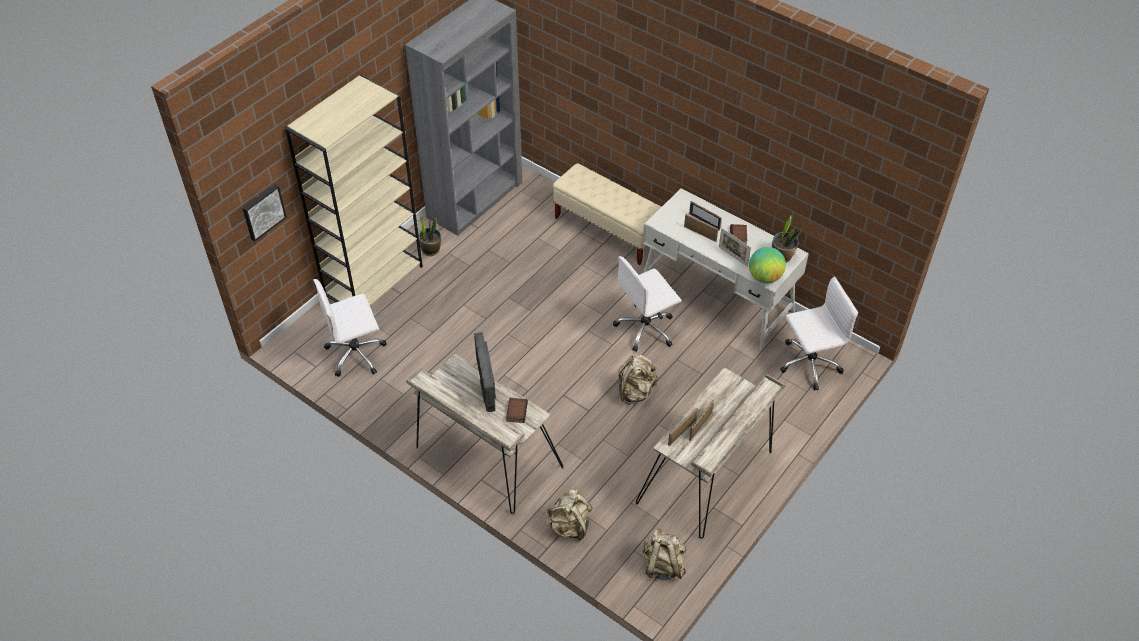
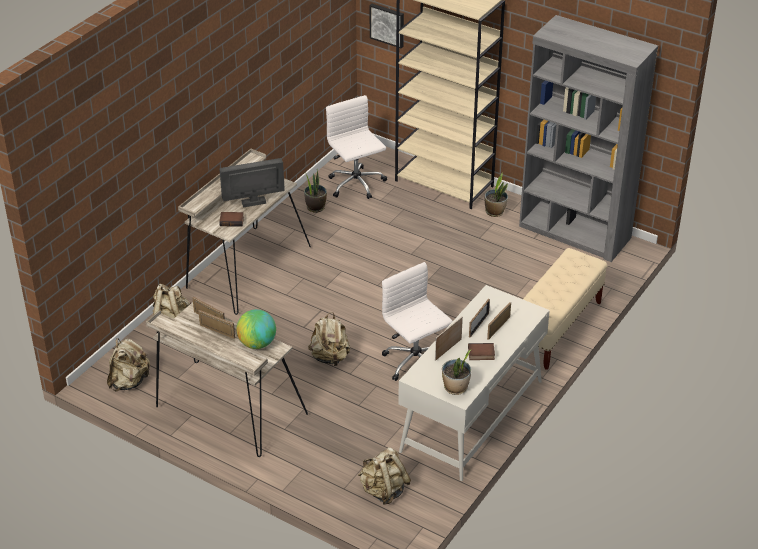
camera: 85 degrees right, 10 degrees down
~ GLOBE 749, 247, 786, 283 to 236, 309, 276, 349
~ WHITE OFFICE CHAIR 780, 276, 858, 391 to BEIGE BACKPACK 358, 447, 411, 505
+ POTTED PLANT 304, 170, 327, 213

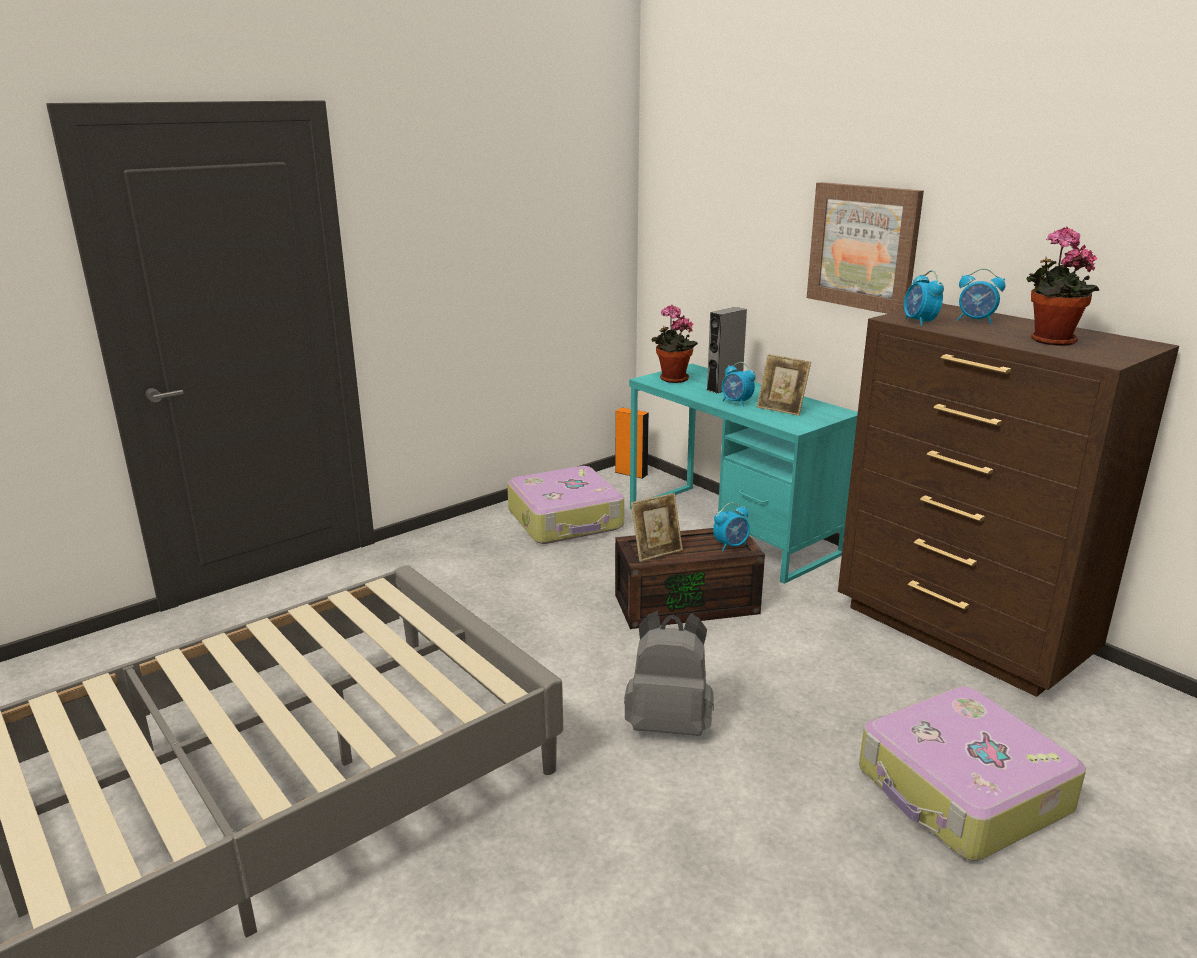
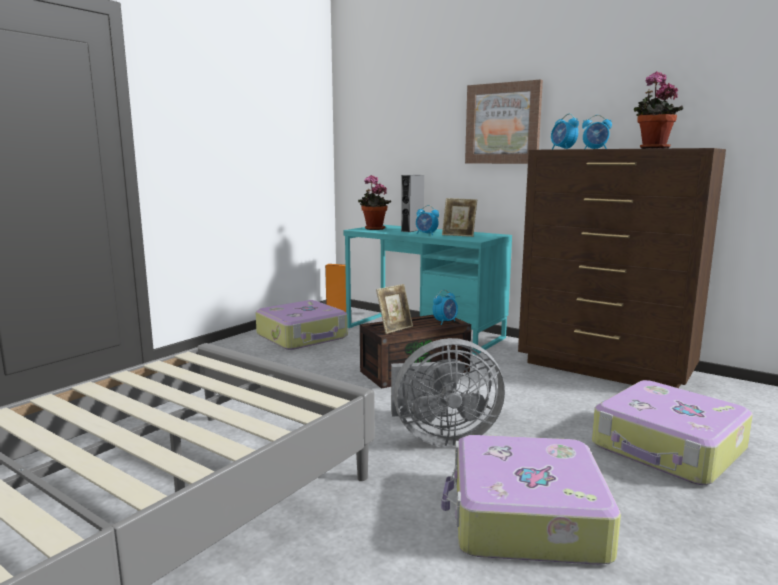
camera: 15 degrees left, 10 degrees down
~ GREY BACKPACK 624, 611, 714, 736 to GREY FAN 391, 338, 505, 447
+ SUITCASE 441, 435, 621, 565

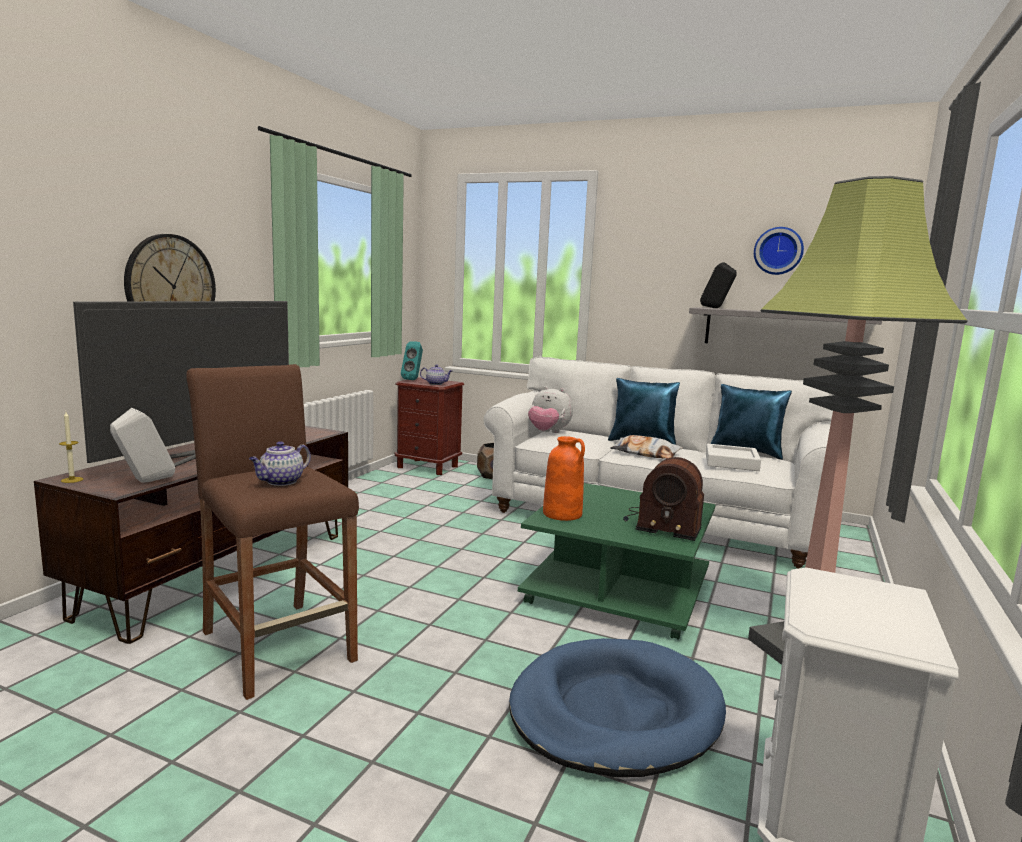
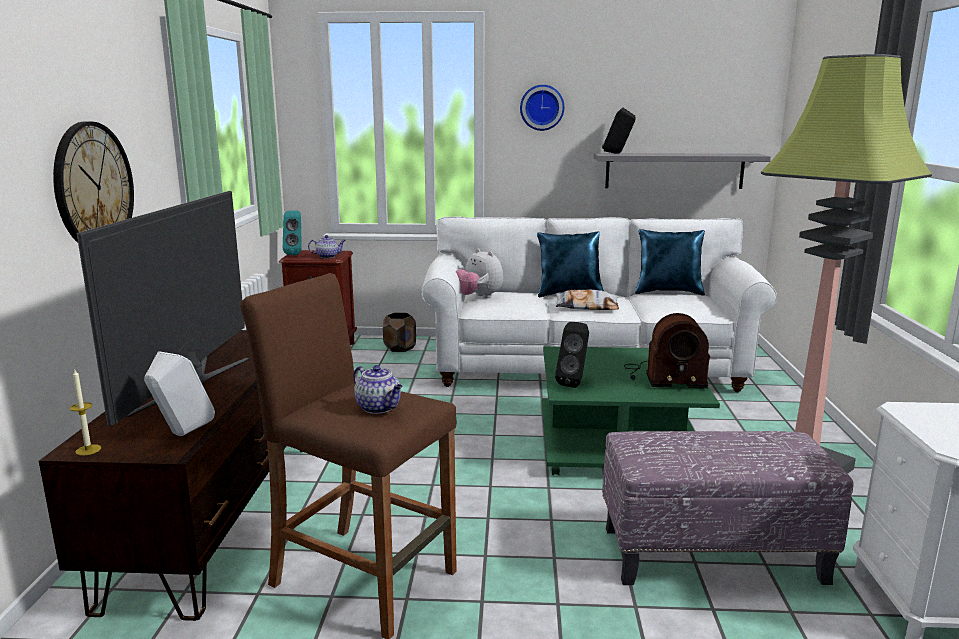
camera: 20 degrees left, 5 degrees up
~ TEAPOT 249, 441, 311, 486 = 353, 365, 403, 414 60 degrees counterclockwise
~ BLUE DOG BED 509, 638, 726, 777 to OTTOMAN 602, 431, 854, 585
~ PLUSH TOY 528, 386, 573, 433 = 456, 249, 503, 298 45 degrees clockwise
~ ORANGE VASE 543, 436, 585, 521 to BLACK SPEAKER 555, 322, 589, 388
- WHITE TRAY 706, 444, 761, 471
~ WALL CLOCK 754, 227, 804, 275 to 520, 85, 564, 131

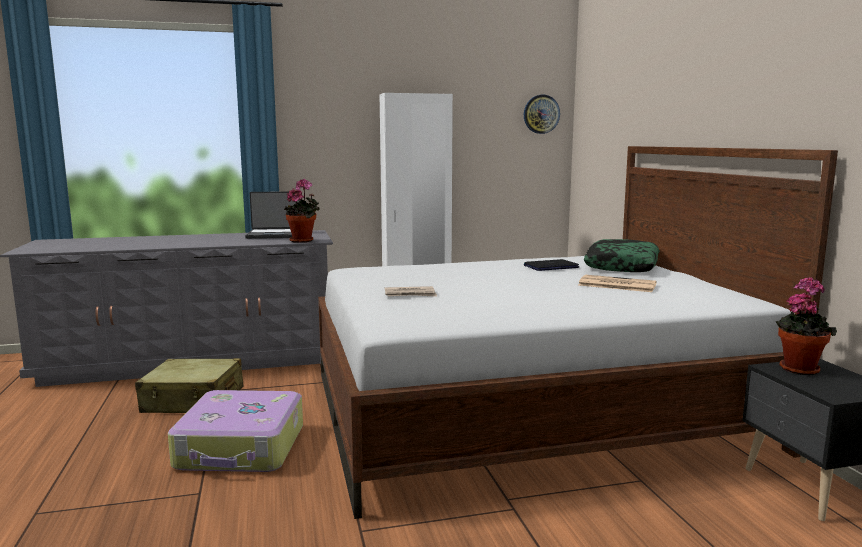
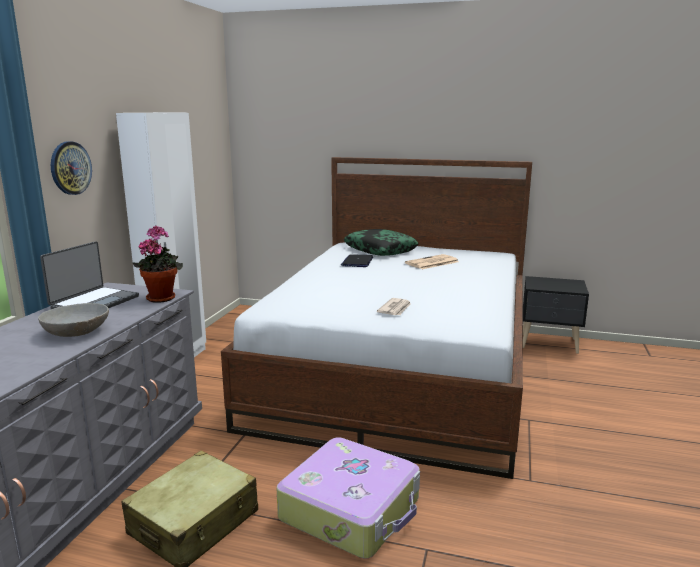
camera: 60 degrees left, 5 degrees up
~ WALL CLOCK 524, 95, 560, 134 to 51, 141, 92, 195
- POTTED PLANT 775, 277, 837, 375
+ GREY BOWL 38, 303, 109, 337

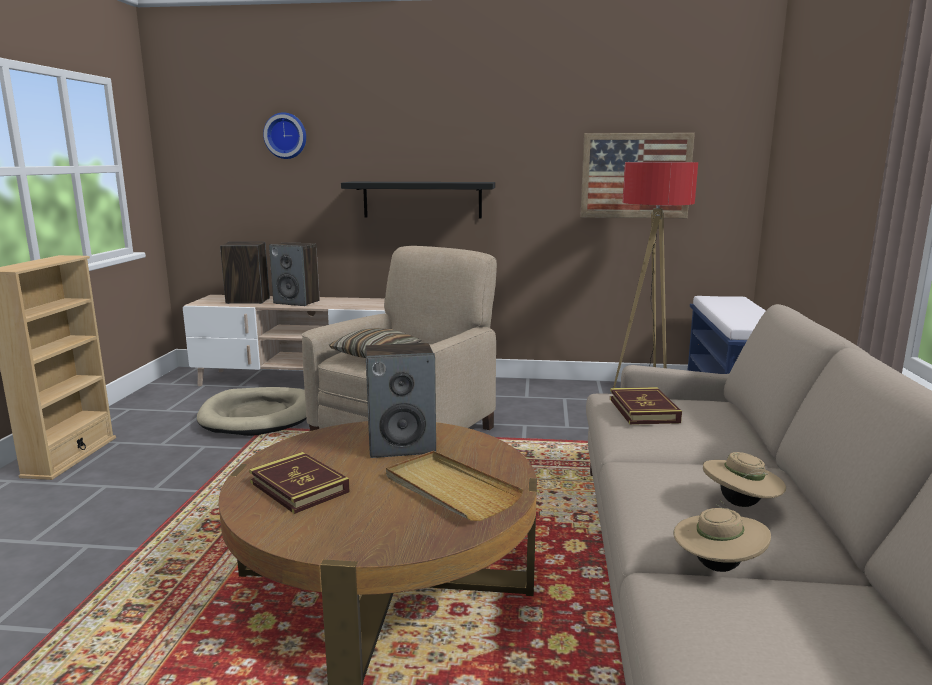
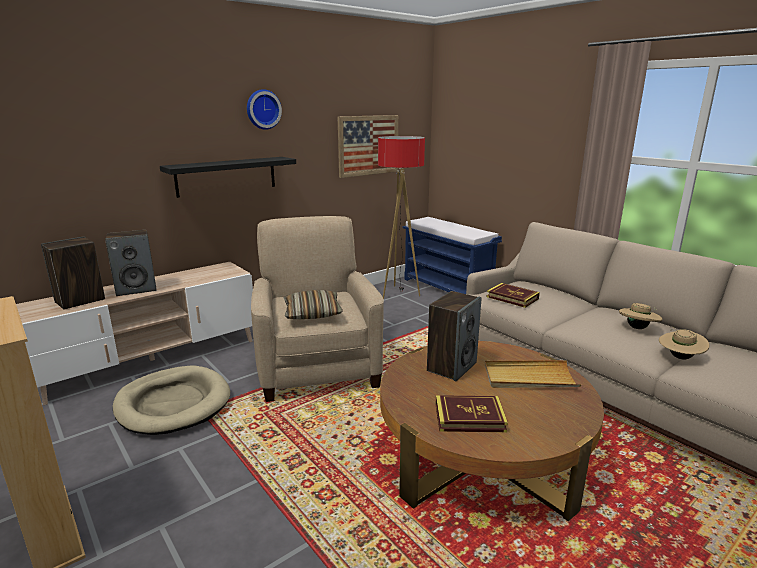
camera: 45 degrees left, 5 degrees up
~ WALL CLOCK 263, 112, 306, 159 to 247, 89, 282, 130

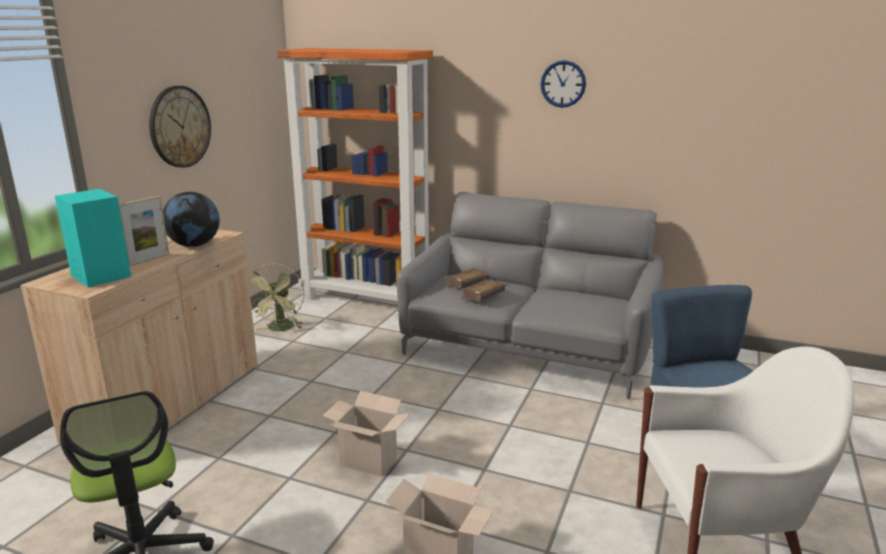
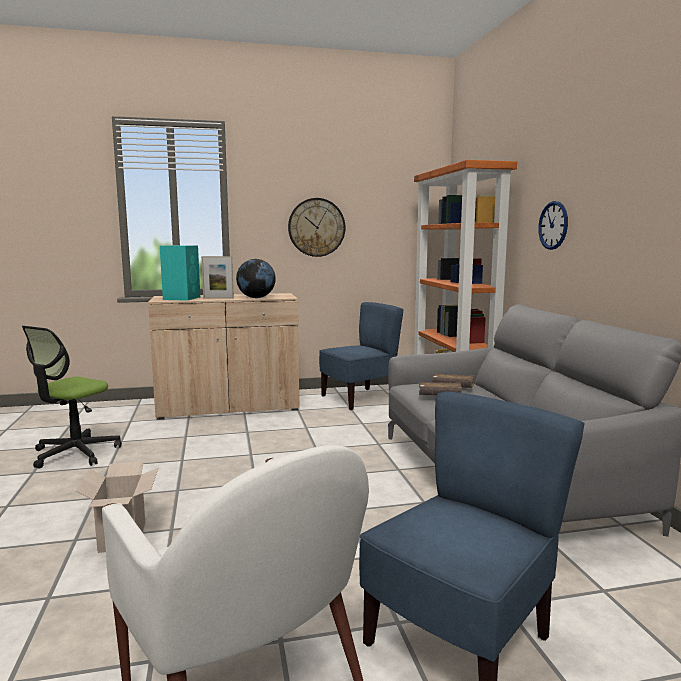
camera: 55 degrees right, 10 degrees down
~ GREEN FAN 249, 263, 304, 331 to BLUE CHAIR 319, 302, 403, 410
- CARDBOARD BOX 323, 391, 410, 477
~ WALL CLOCK 540, 60, 586, 108 to 538, 201, 568, 250

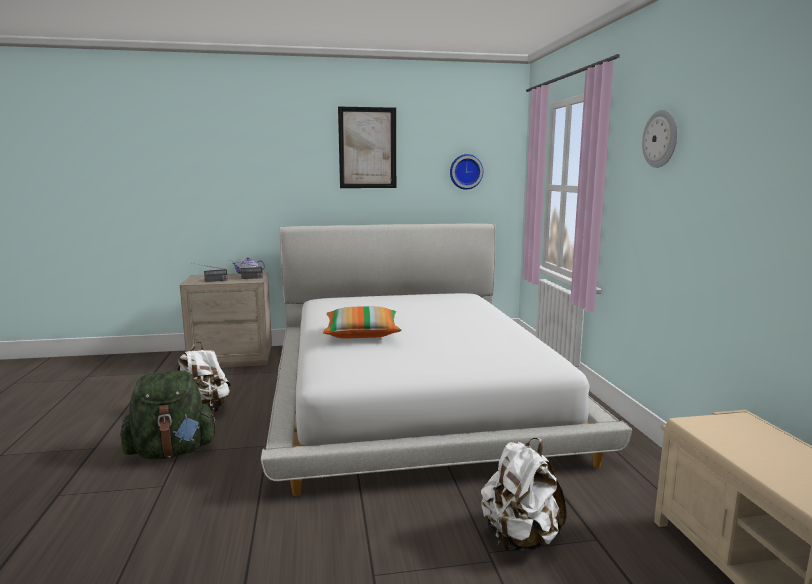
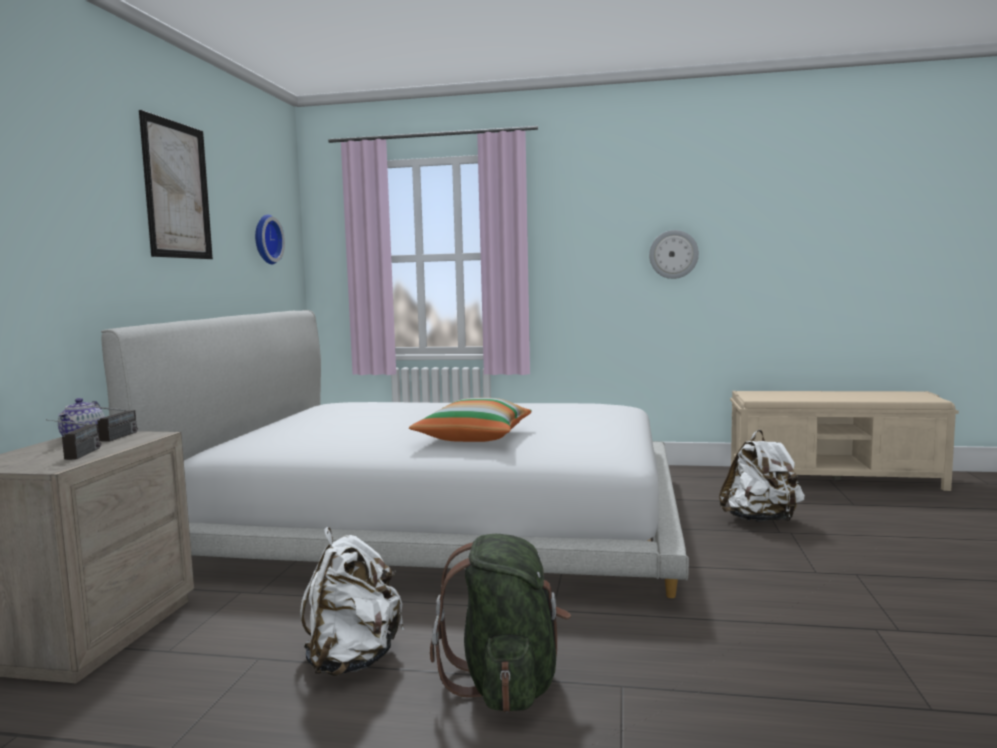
camera: 70 degrees left, 5 degrees down
~ WALL CLOCK 642, 110, 677, 168 to 649, 230, 699, 279

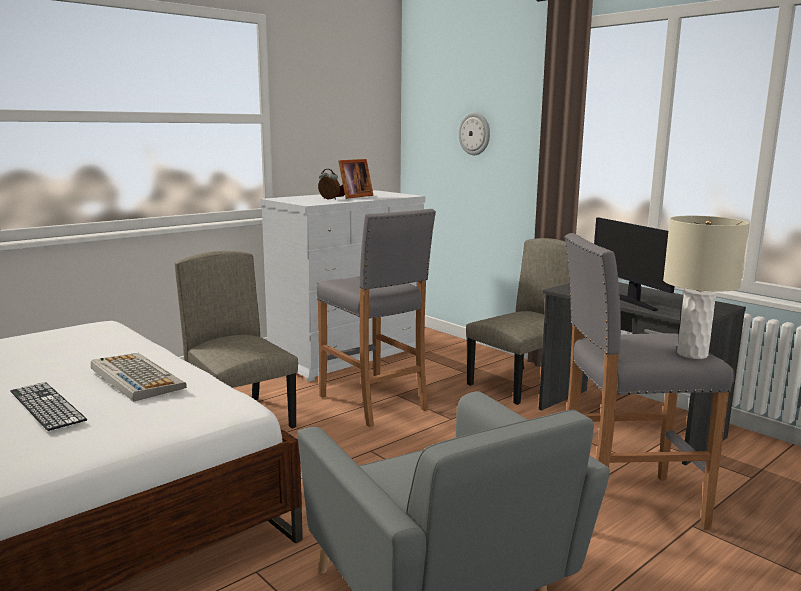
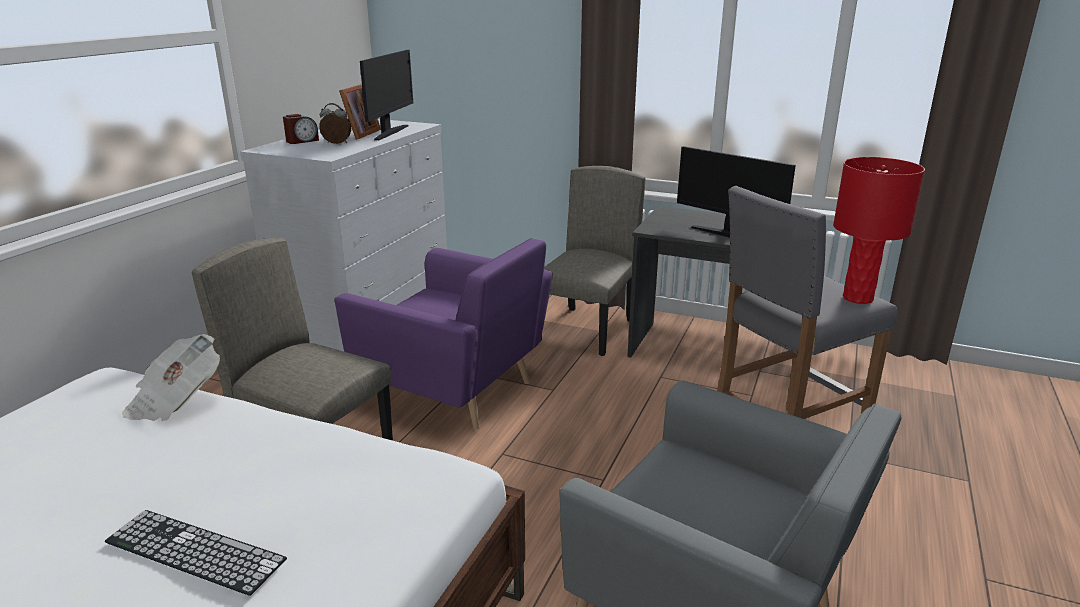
camera: 25 degrees left, 10 degrees up
- KEYBOARD 91, 353, 187, 402
~ GREY STOOL 316, 209, 436, 427 to PURPLE ARMCHAIR 334, 238, 553, 430
- WALL CLOCK 458, 112, 490, 155
~ BEIGE TABLE LAMP 663, 216, 749, 359 to RED TABLE LAMP 833, 157, 925, 304
+ NEWSPAPER 122, 334, 220, 421
+ ALARM CLOCK 283, 114, 319, 144
+ MONITOR 360, 50, 413, 140

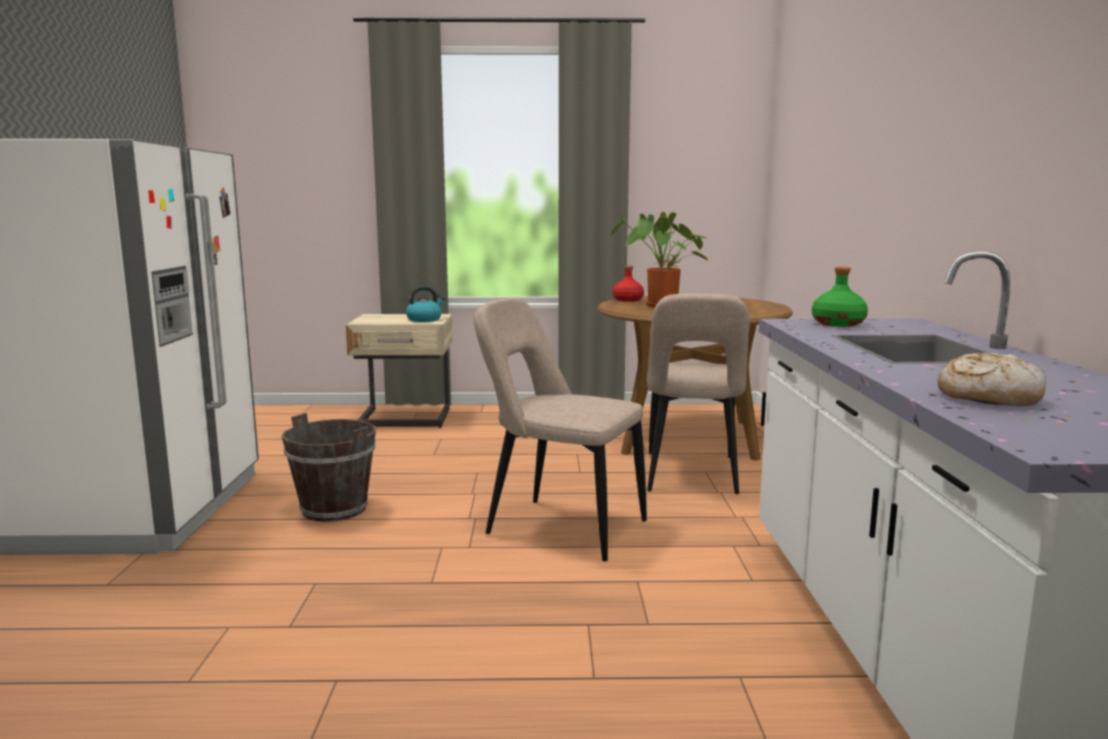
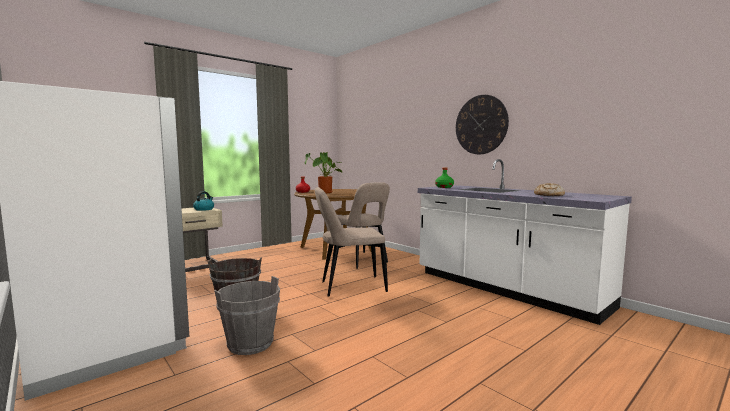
camera: 40 degrees left, 5 degrees down
+ GREY BUCKET 214, 276, 280, 355
+ WALL CLOCK 456, 95, 509, 154

